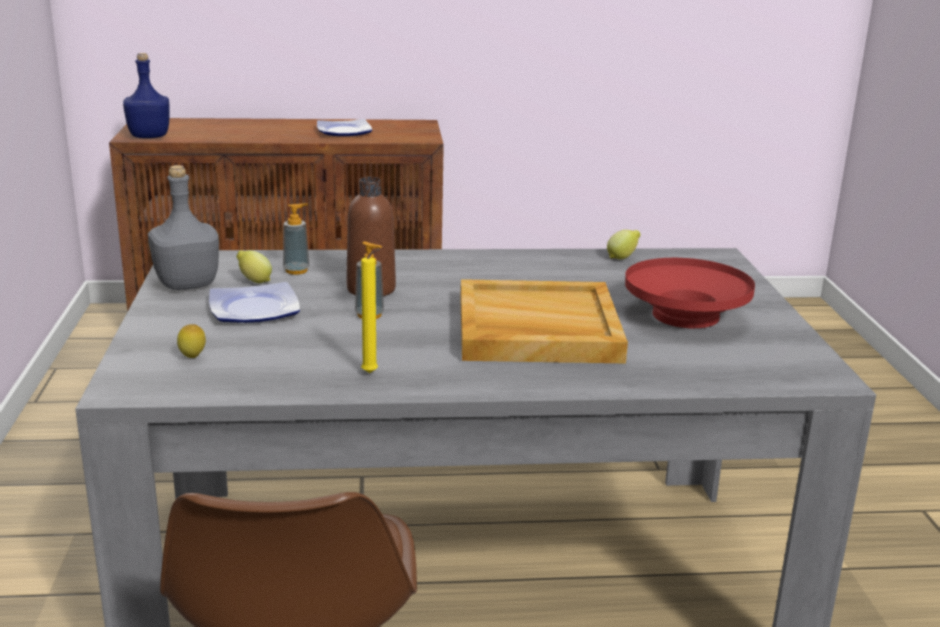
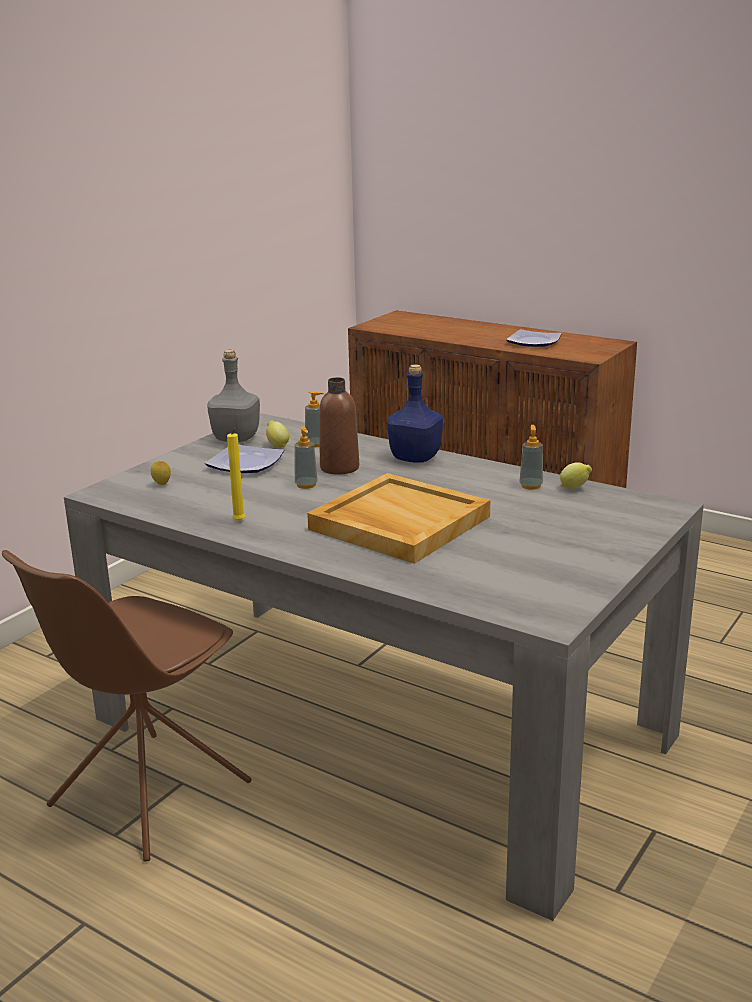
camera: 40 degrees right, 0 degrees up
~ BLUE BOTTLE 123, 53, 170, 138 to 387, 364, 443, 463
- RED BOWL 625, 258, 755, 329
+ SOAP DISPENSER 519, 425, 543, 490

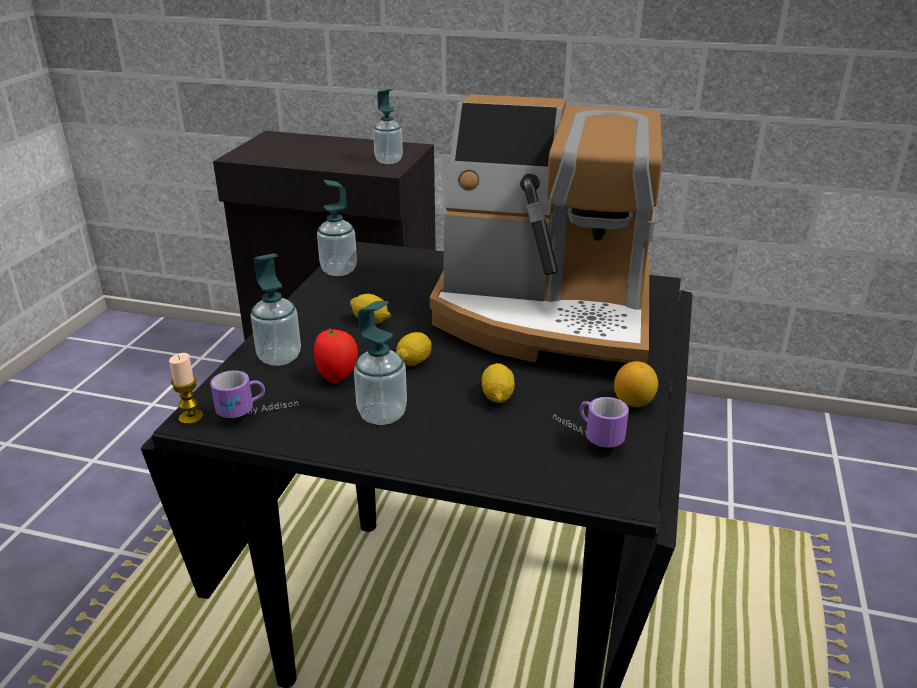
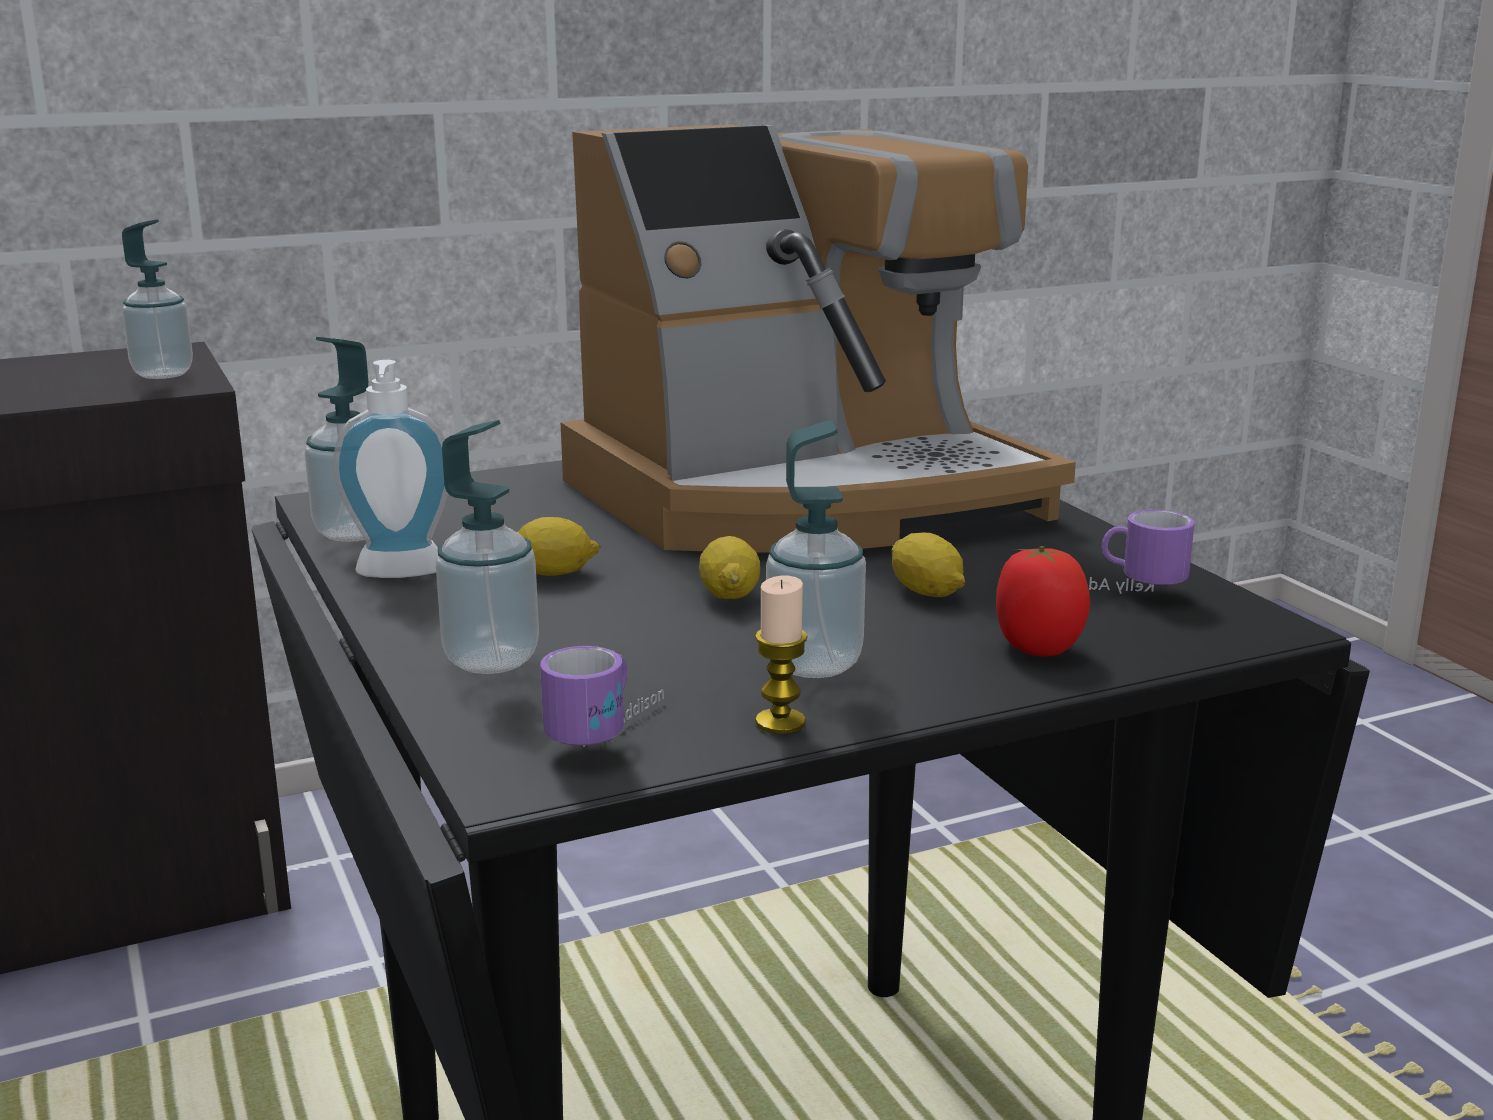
camera: 40 degrees left, 10 degrees down
~ CANDLE 169, 353, 203, 425 to 755, 576, 808, 734
~ TOMATO 314, 328, 358, 383 to 996, 546, 1090, 656
- LEMON 614, 361, 658, 407
+ SOAP DISPENSER 333, 360, 448, 578

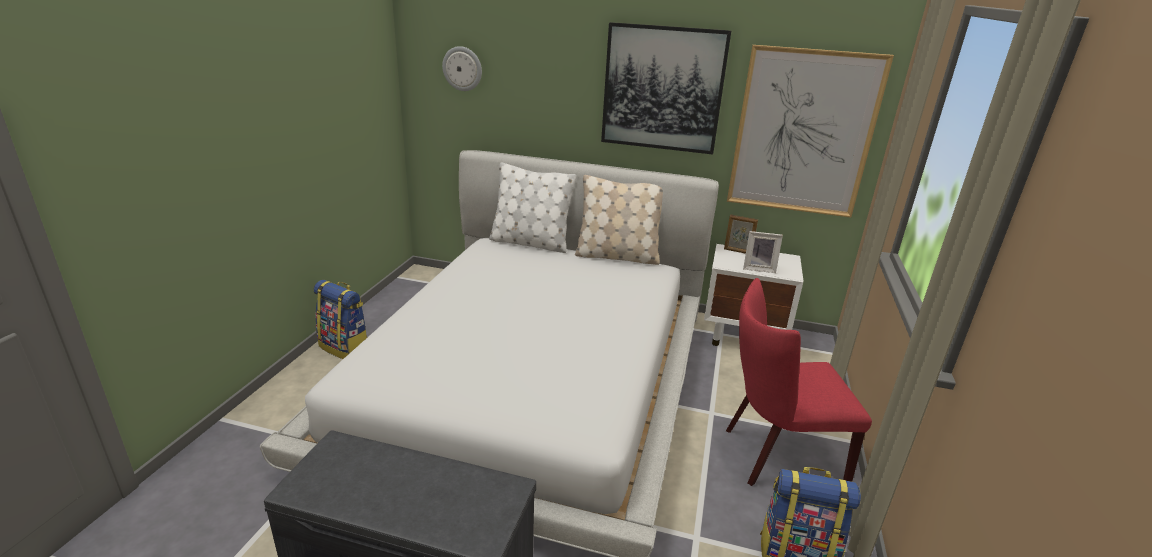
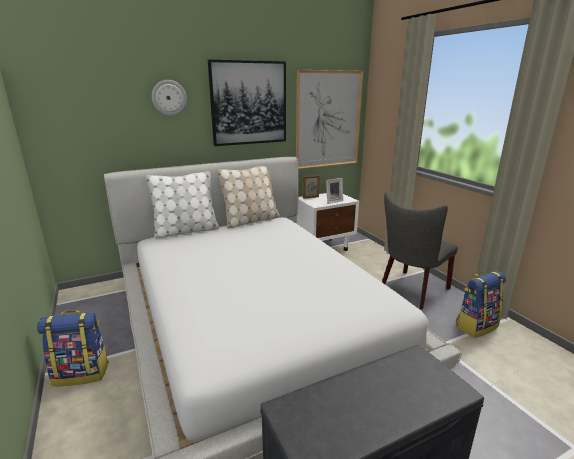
camera: 40 degrees left, 5 degrees down
~ WALL CLOCK 442, 46, 482, 91 to 152, 80, 187, 116
~ RED CHAIR 726, 278, 872, 486 to GREY CHAIR 382, 192, 458, 309

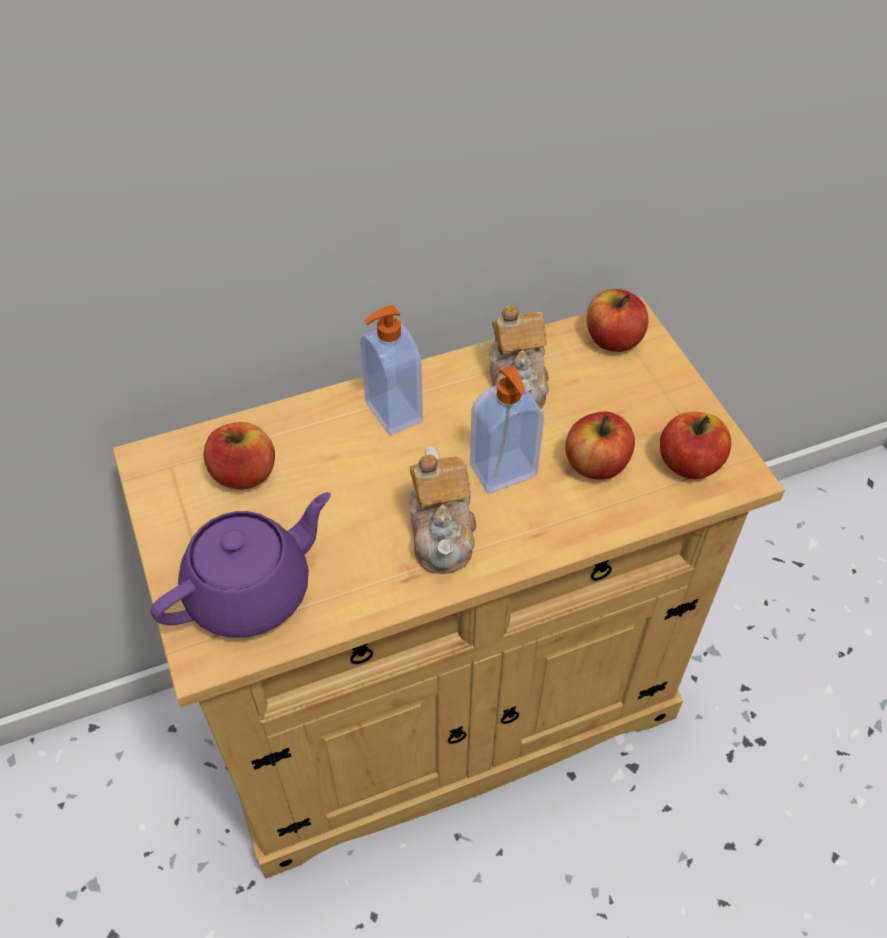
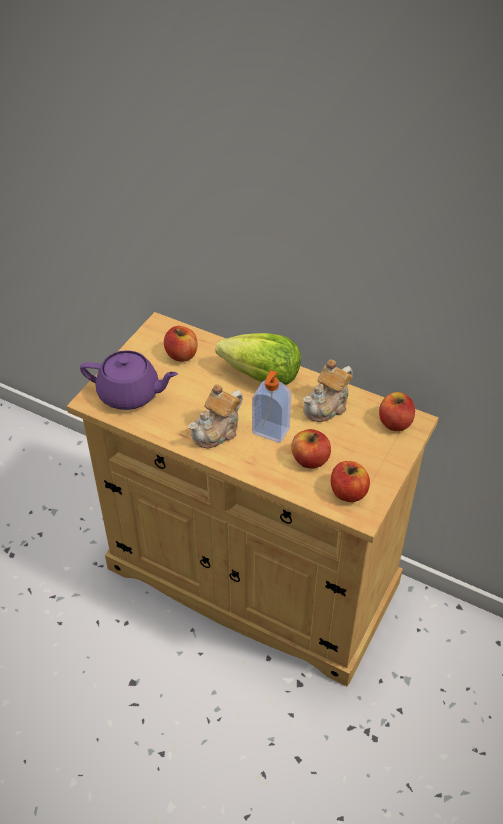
camera: 50 degrees right, 5 degrees down
~ SOAP DISPENSER 360, 305, 423, 436 to LETTUCE 215, 333, 301, 385

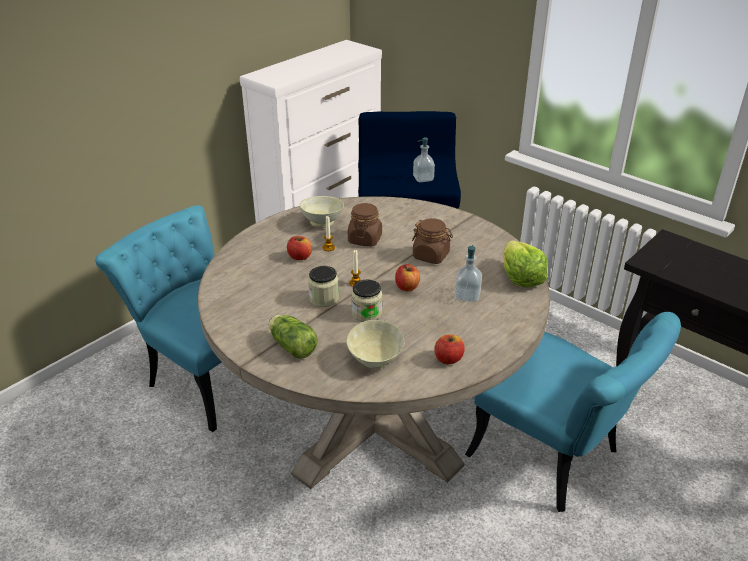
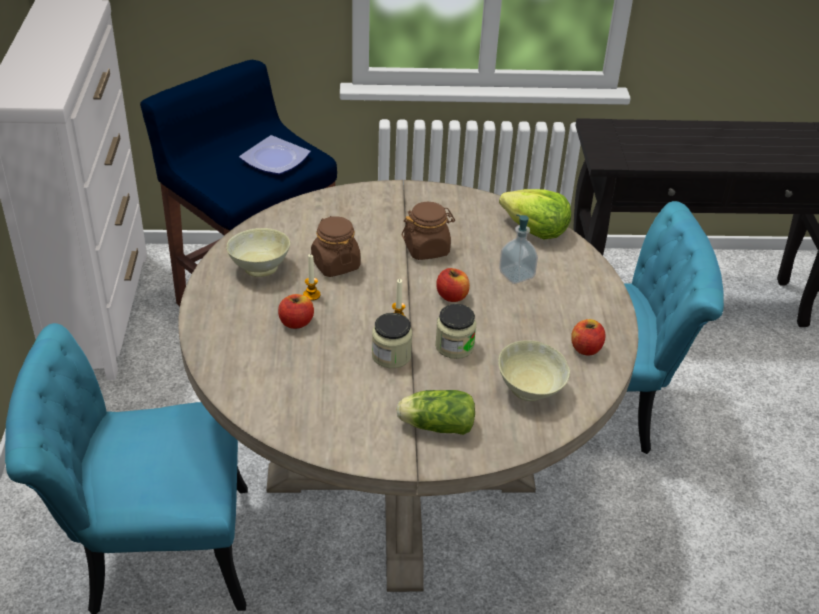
camera: 45 degrees left, 5 degrees up
~ SOAP DISPENSER 413, 137, 435, 182 to PLATE 239, 135, 311, 175

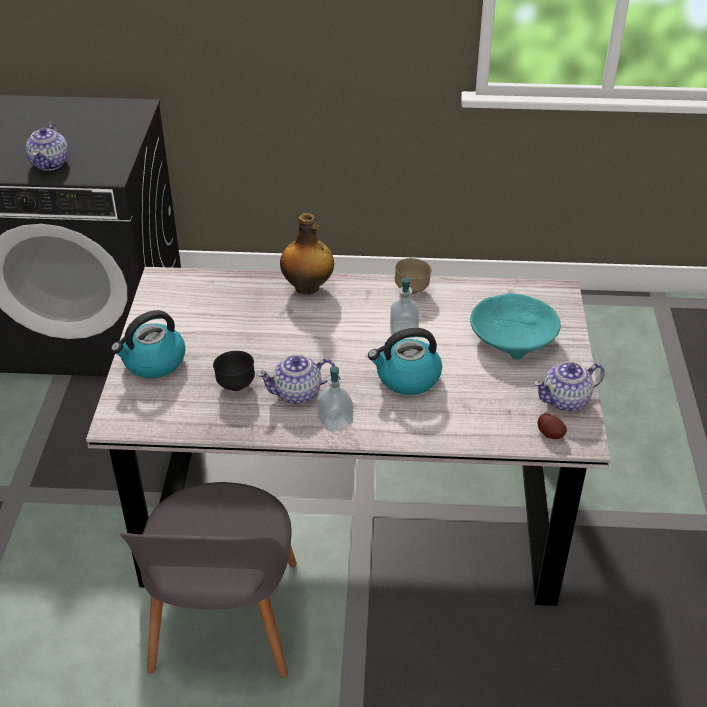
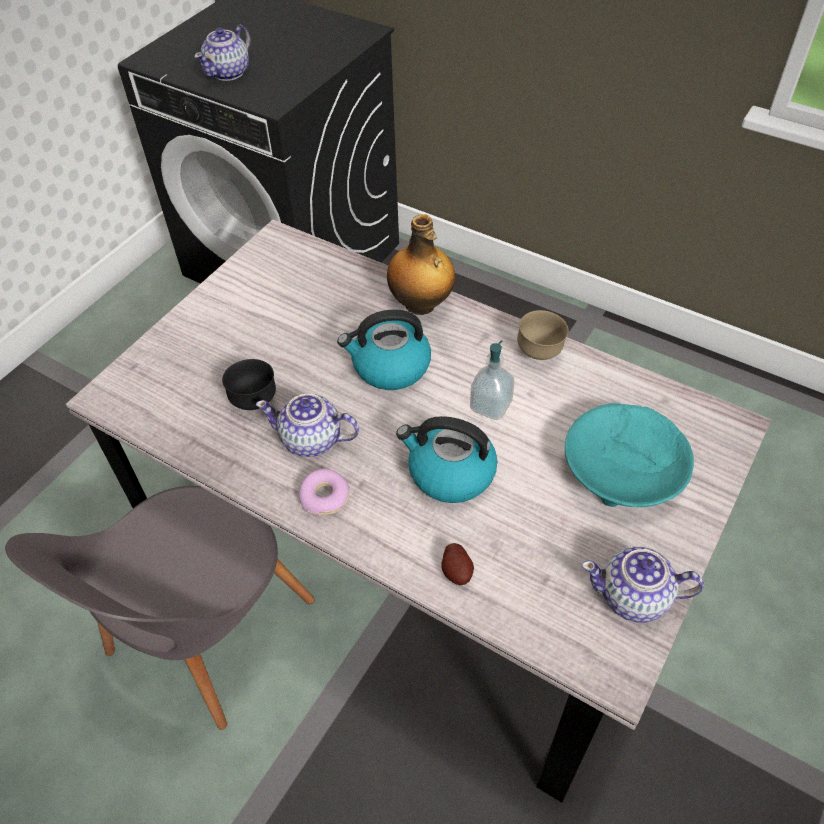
camera: 30 degrees right, 10 degrees up
~ KETTLE 111, 310, 186, 378 to 337, 309, 431, 390
~ SOAP DISPENSER 317, 366, 353, 432 to DONUT 299, 469, 350, 515
~ POTATO 537, 413, 567, 439 to 442, 543, 474, 585

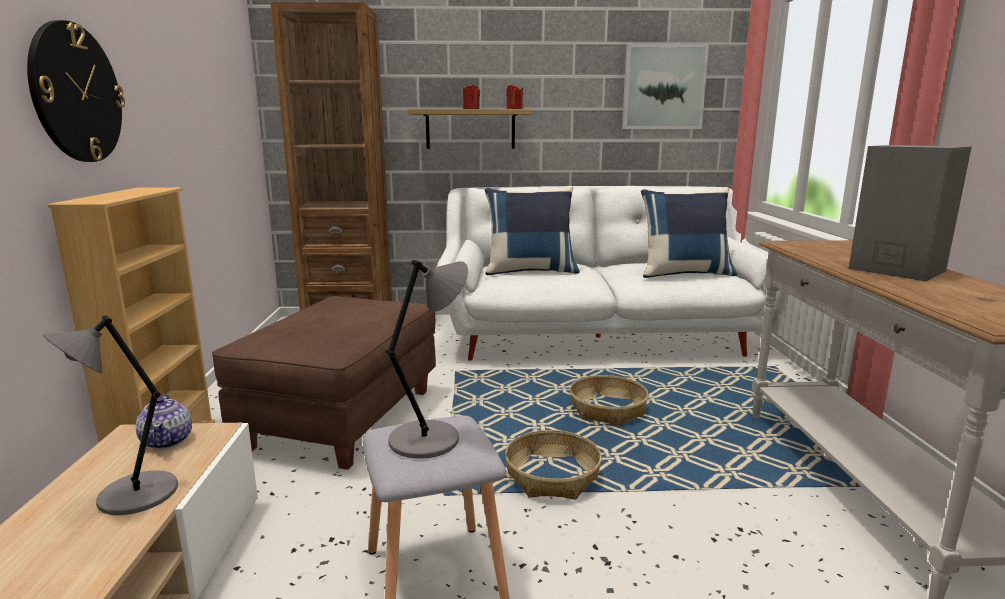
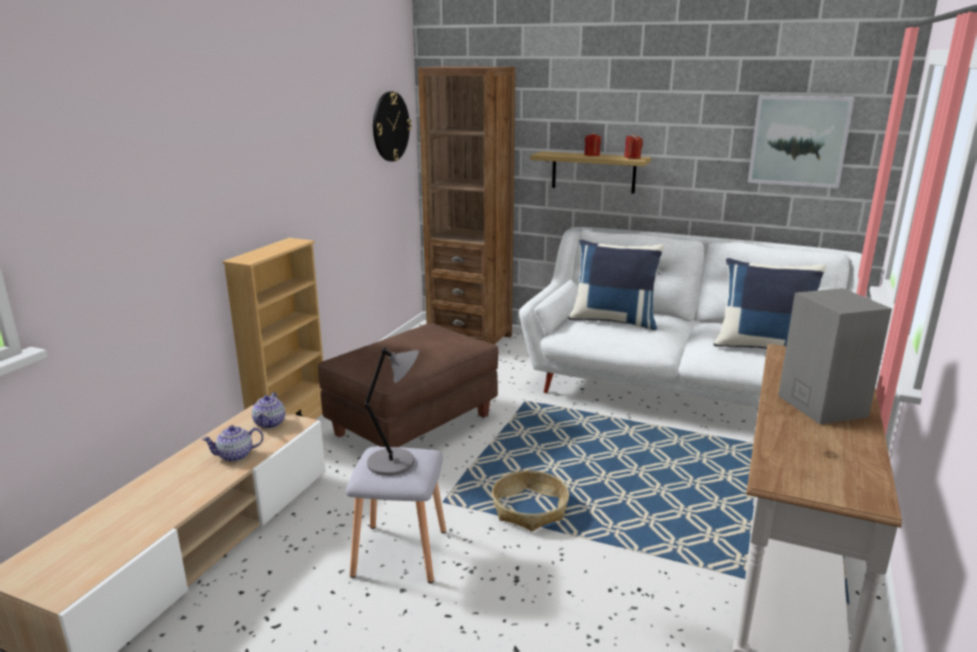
camera: 25 degrees right, 5 degrees up
~ WALL CLOCK 27, 20, 125, 162 to 373, 92, 411, 162
~ GREY TABLE LAMP 43, 315, 178, 515 to TEAPOT 202, 425, 264, 462
- BASKET 570, 375, 649, 426

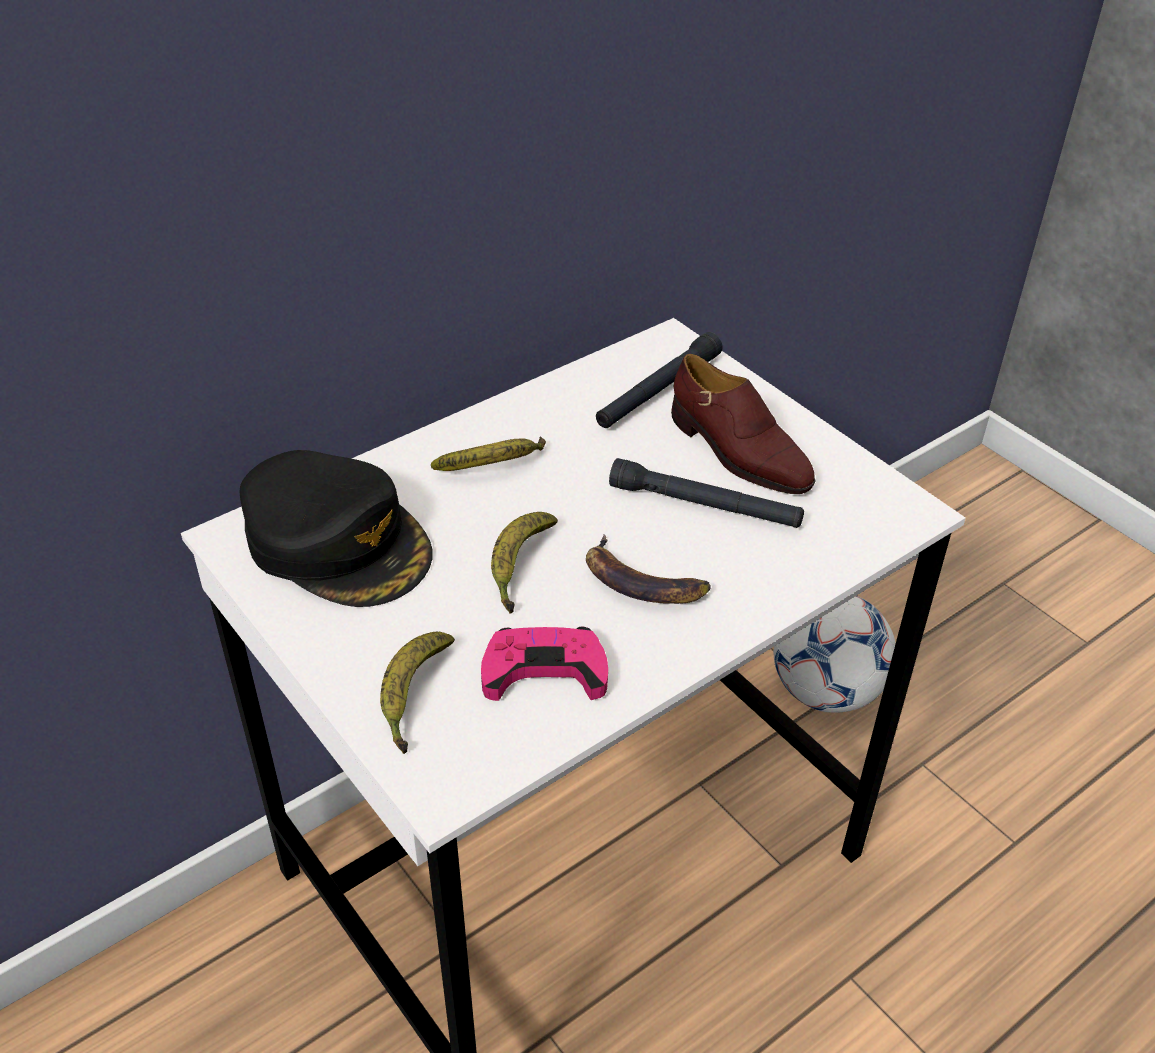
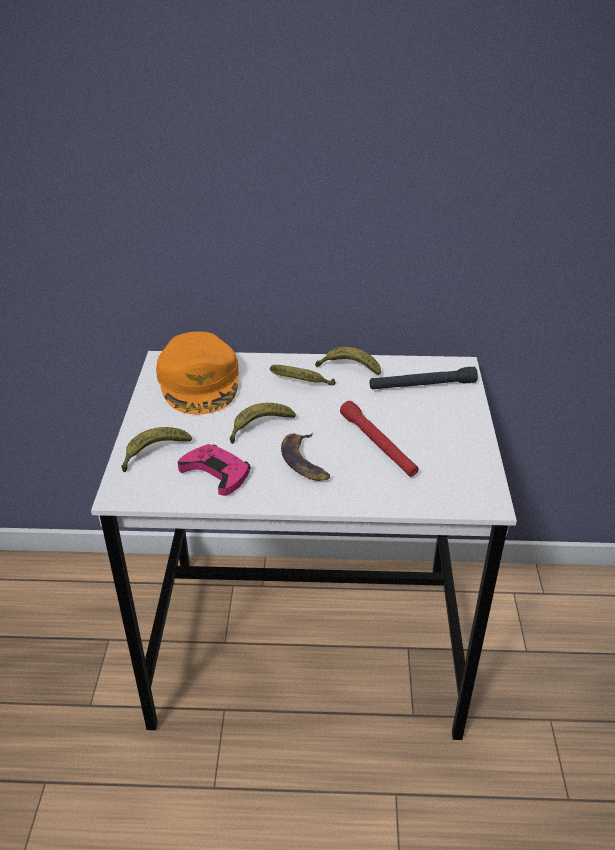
camera: 40 degrees right, 5 degrees down
~ BLACK CAP 239, 450, 433, 607 to ORANGE CAP 156, 331, 239, 414
~ BLACK FLASHLIGHT 609, 458, 804, 528 to RED FLASHLIGHT 340, 401, 418, 477
- BROWN SHOE 671, 354, 815, 494
- FOOTBALL 774, 596, 896, 713
+ BANANA 315, 347, 381, 375

